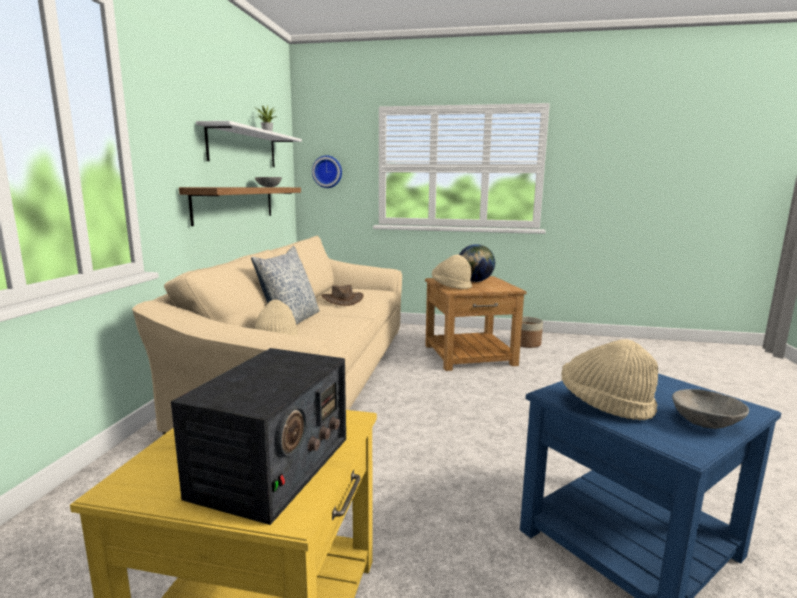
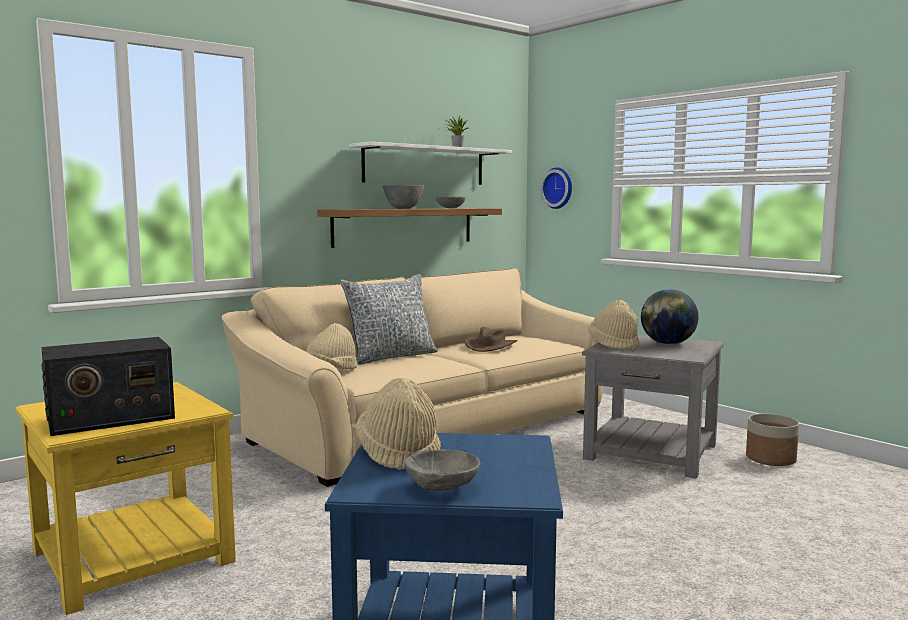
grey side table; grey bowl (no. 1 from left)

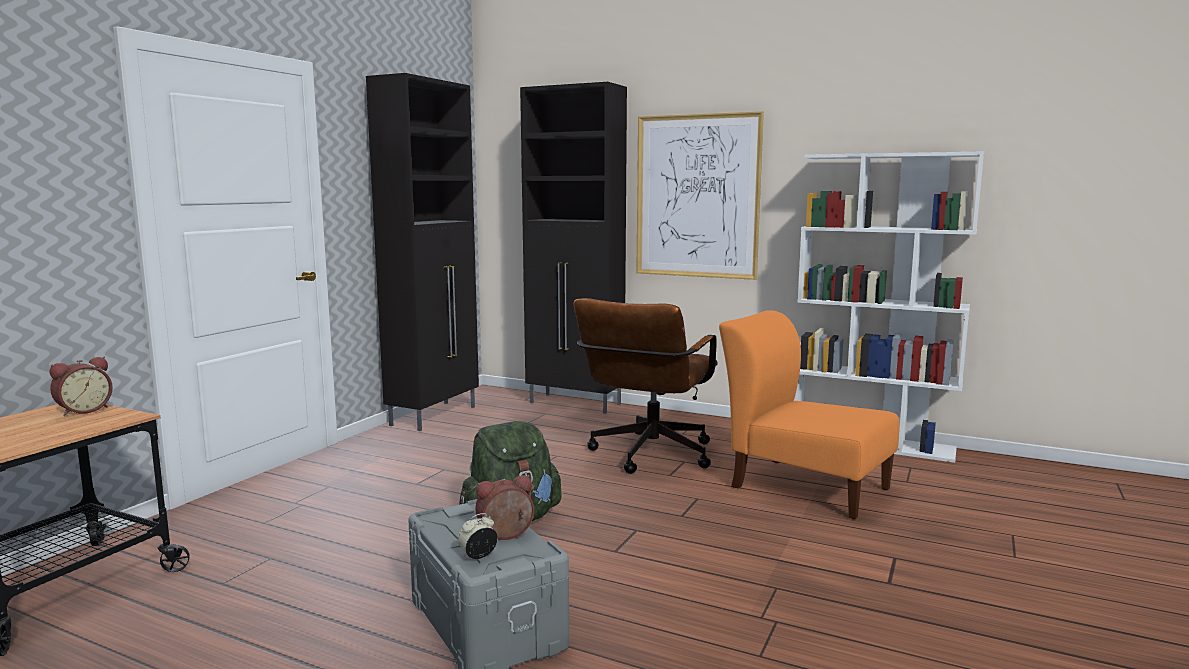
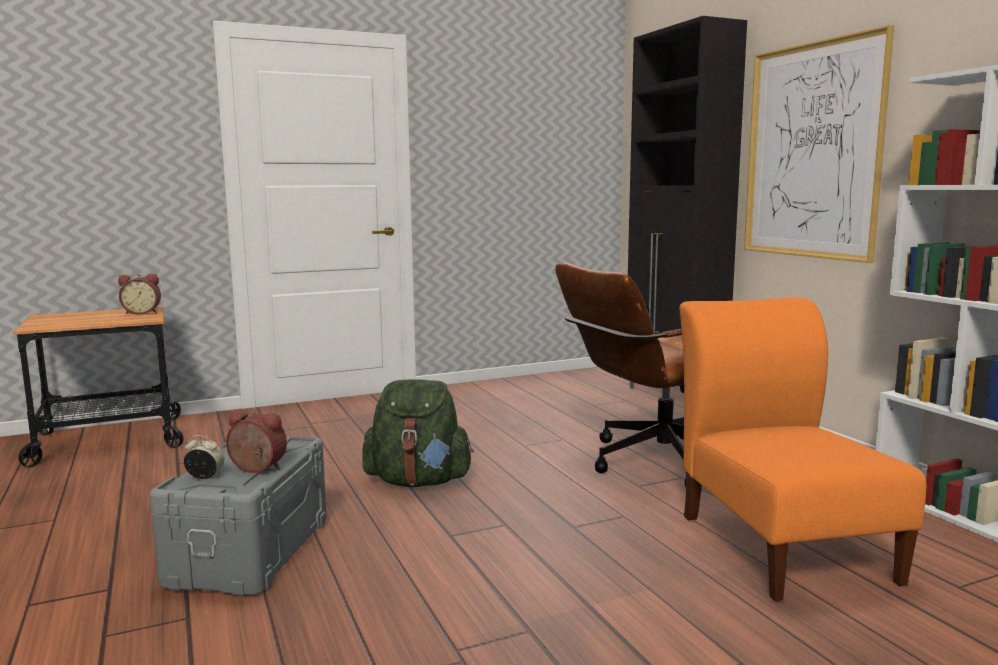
black cabinet (no. 1 from left in the first image)

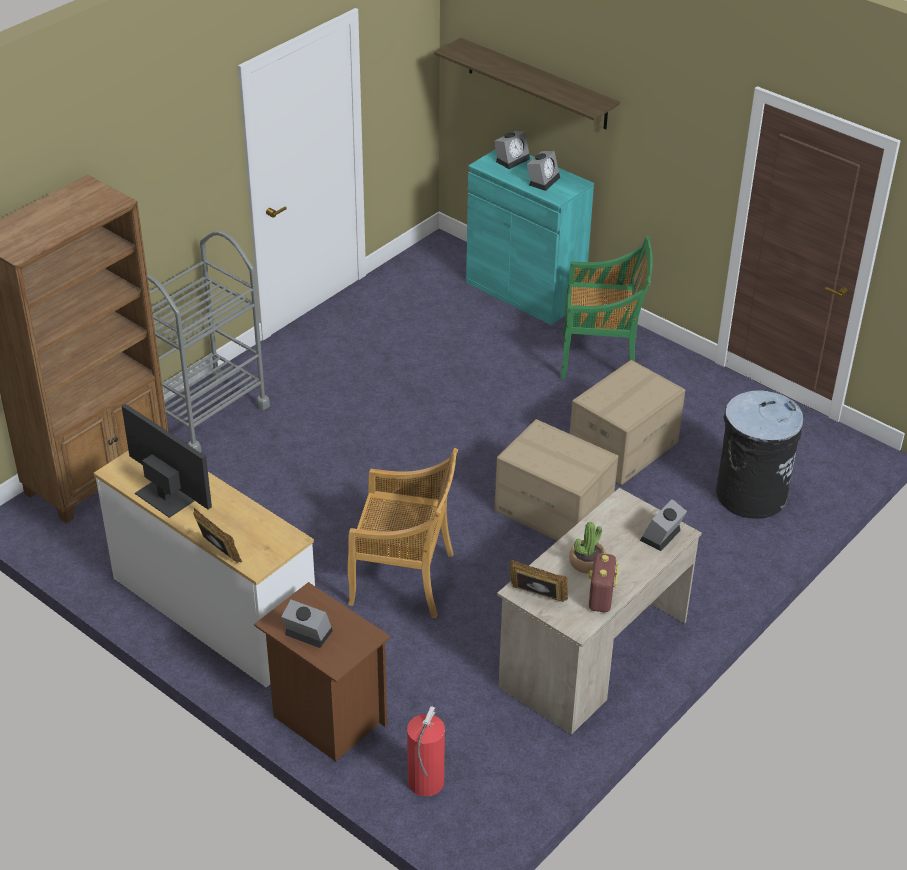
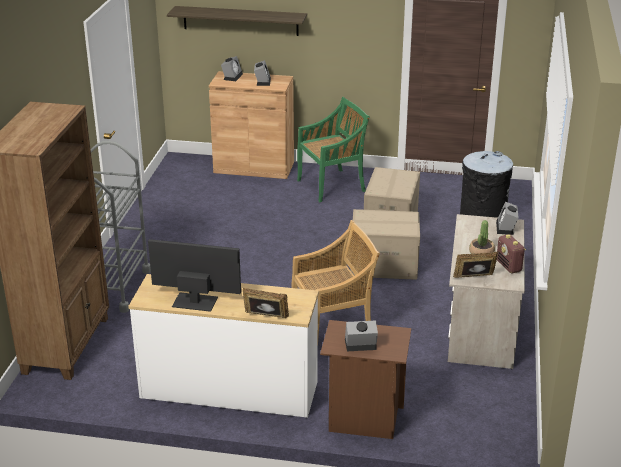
fire extinguisher; brown cabinet

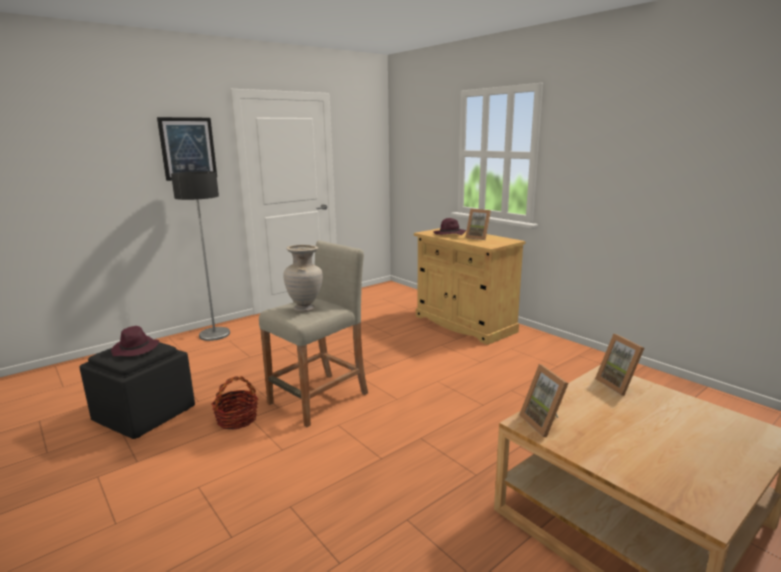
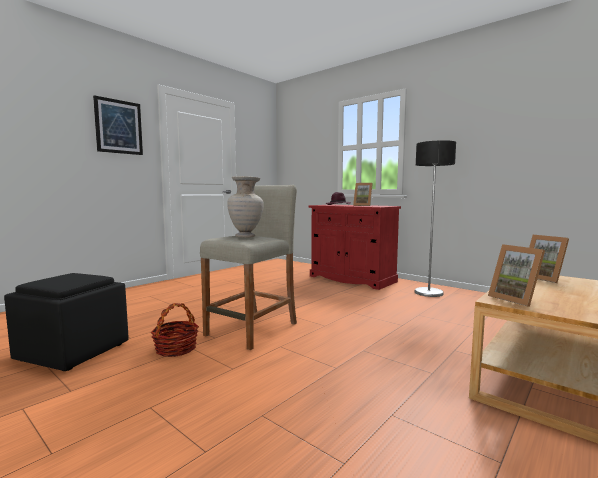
purple hat (no. 1 from left in the first image); floor lamp; red cabinet

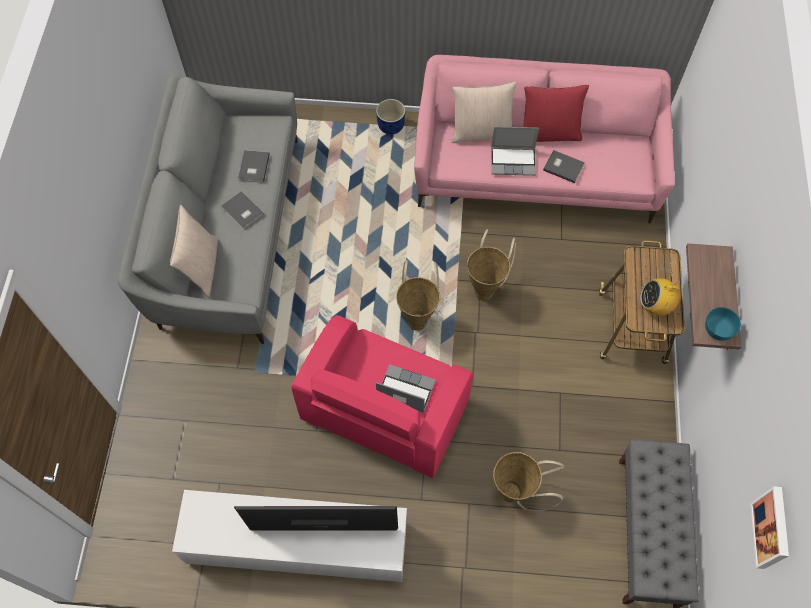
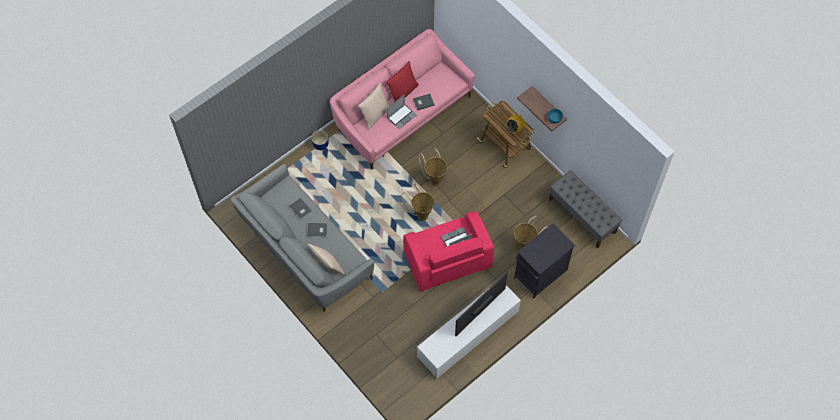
picture; black cabinet

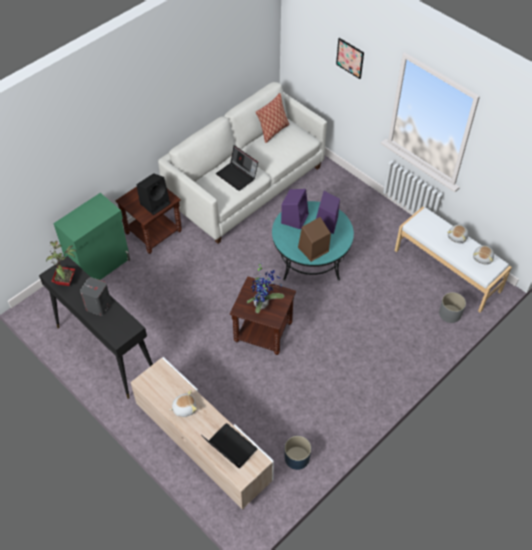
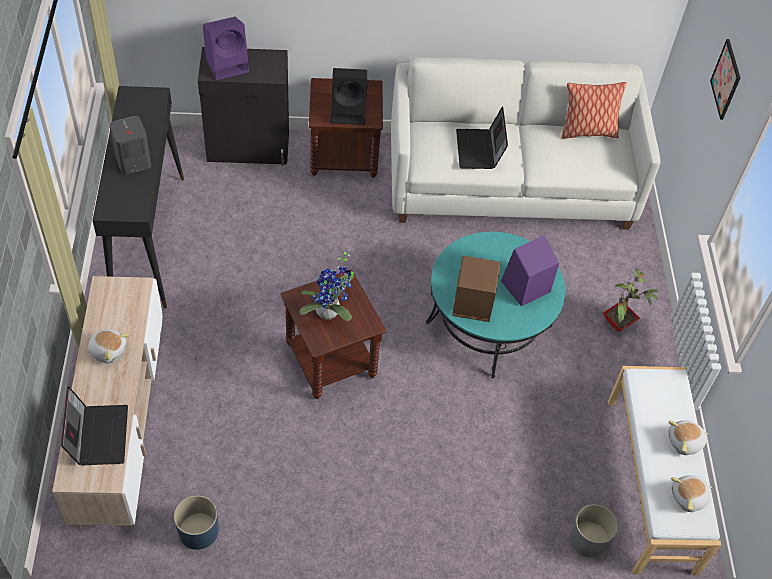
potted plant (no. 2 from left); black cabinet; purple speaker (no. 1 from left)

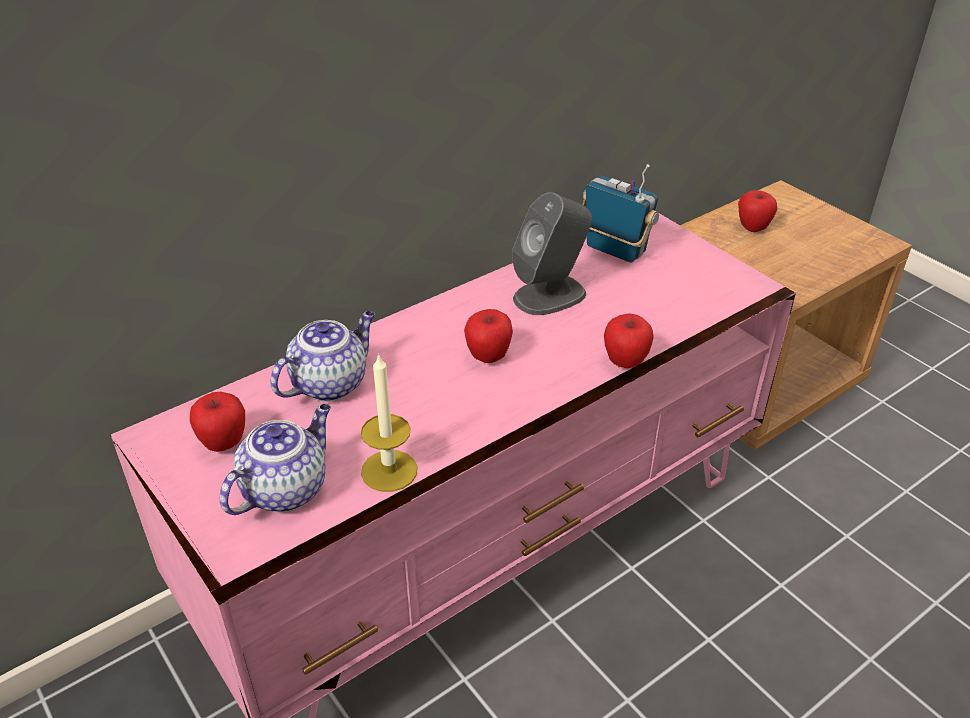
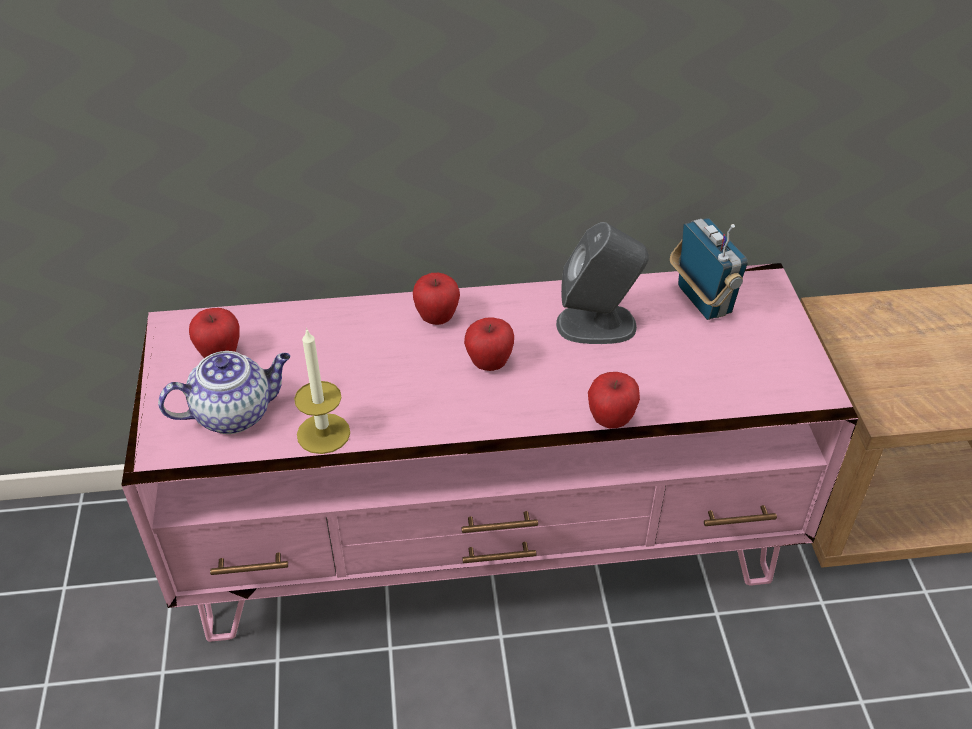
teapot (no. 2 from left in the first image); apple (no. 2 from left)

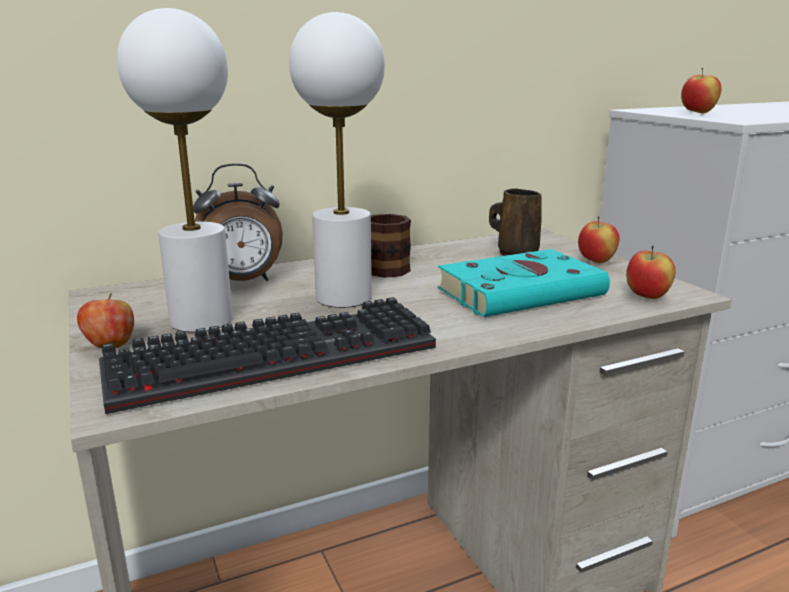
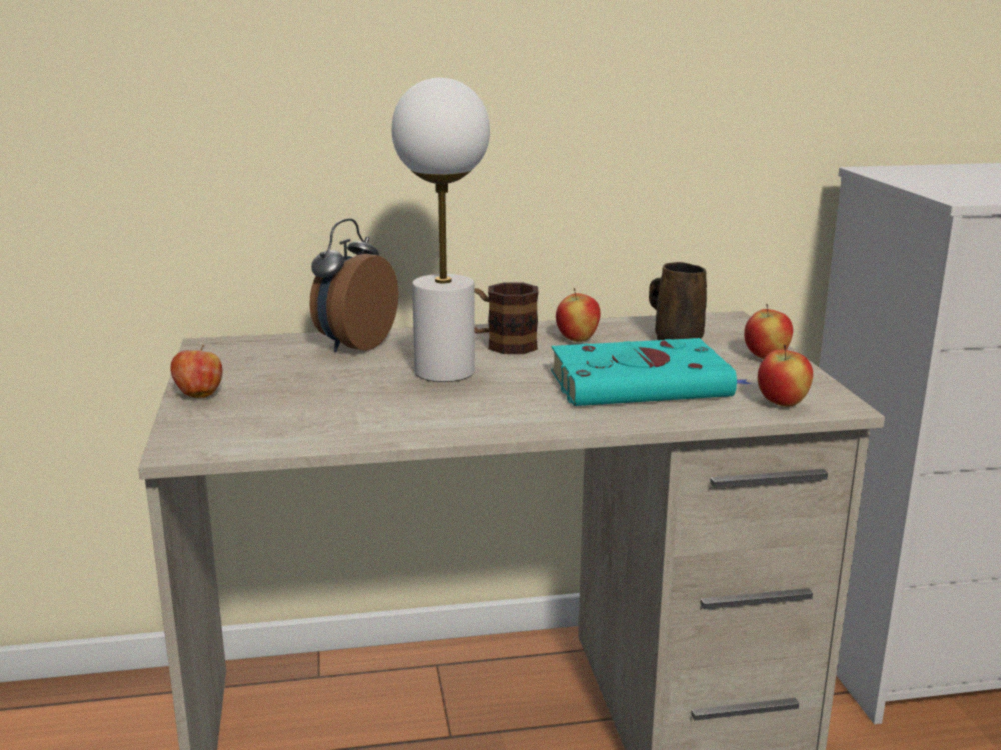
keyboard; white table lamp (no. 1 from left in the first image); alarm clock; apple (no. 2 from left)

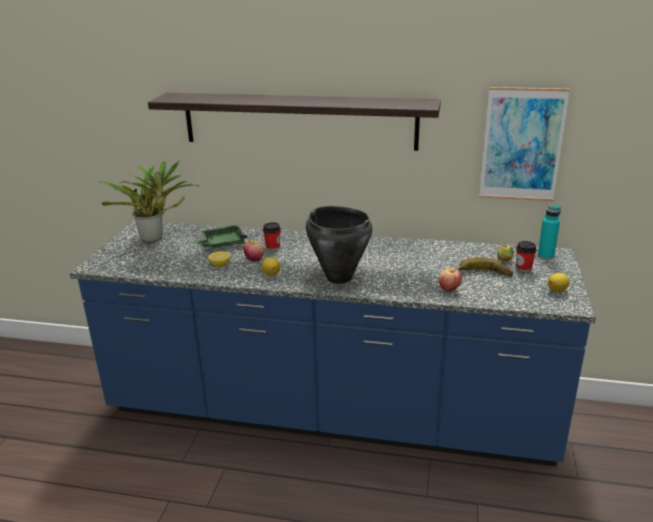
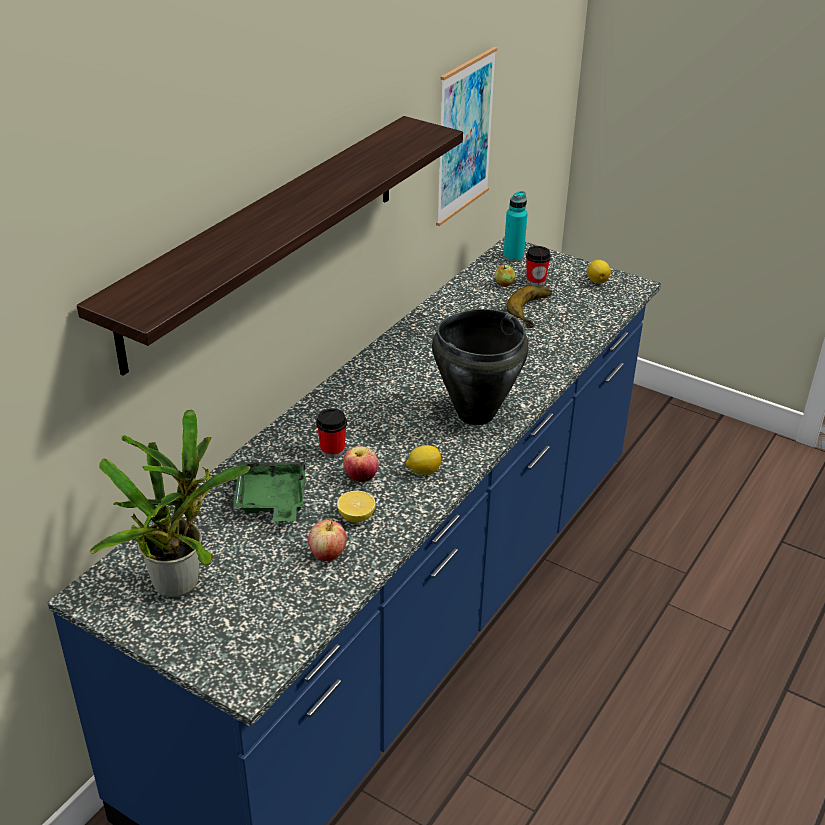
apple (no. 1 from left)

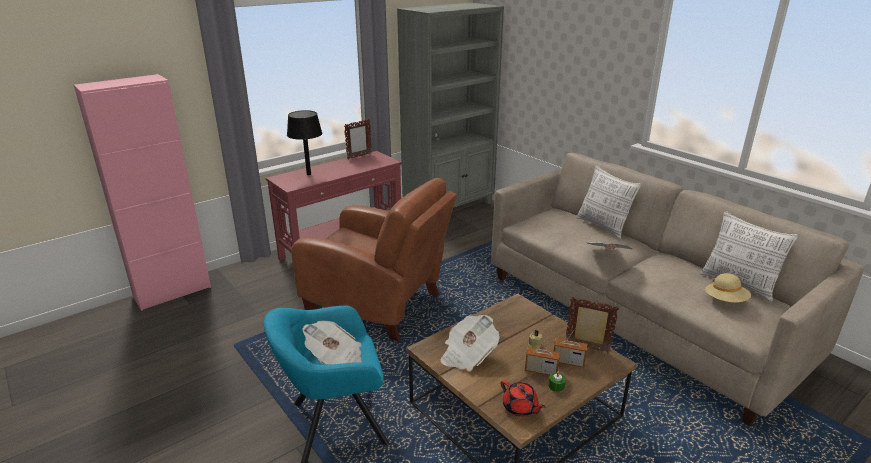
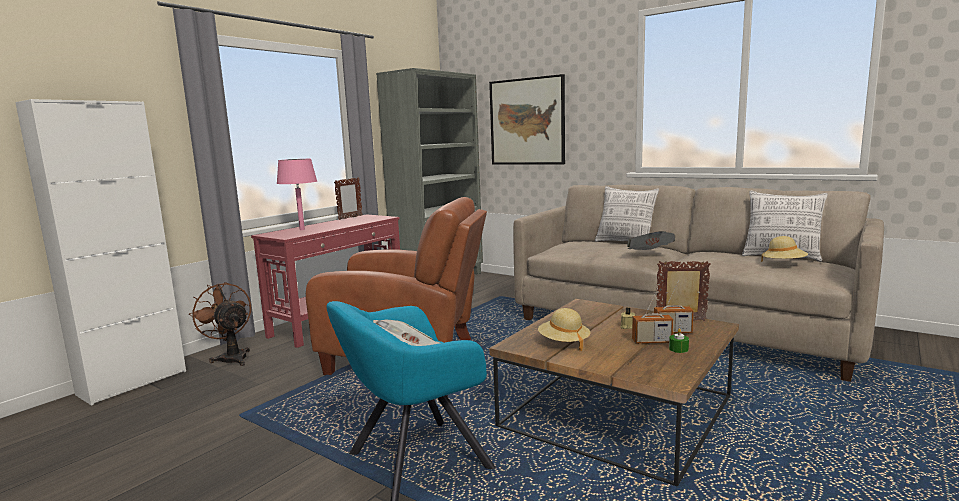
white cabinet; pink table lamp; beige hat (no. 1 from left); red teapot; brown fan; picture

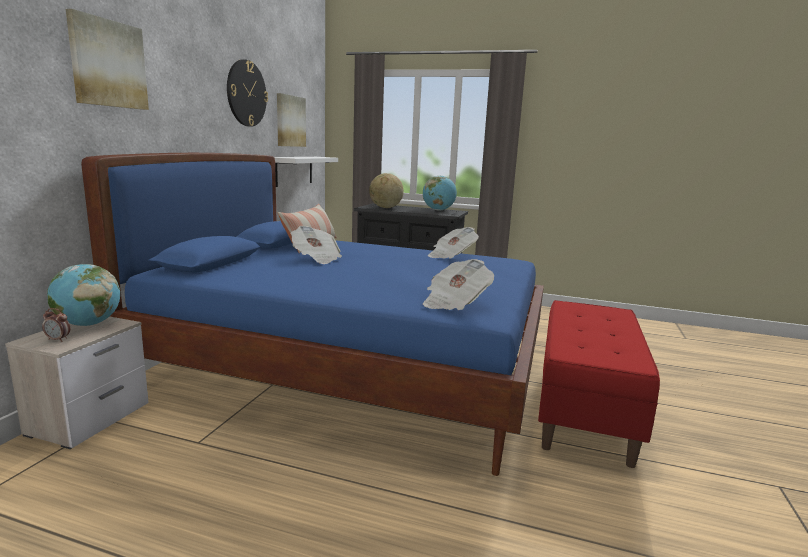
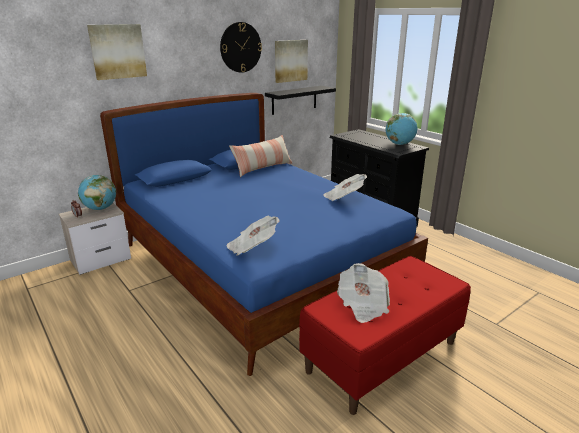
black shelf; newspaper (no. 3 from left); globe (no. 2 from left in the first image)

